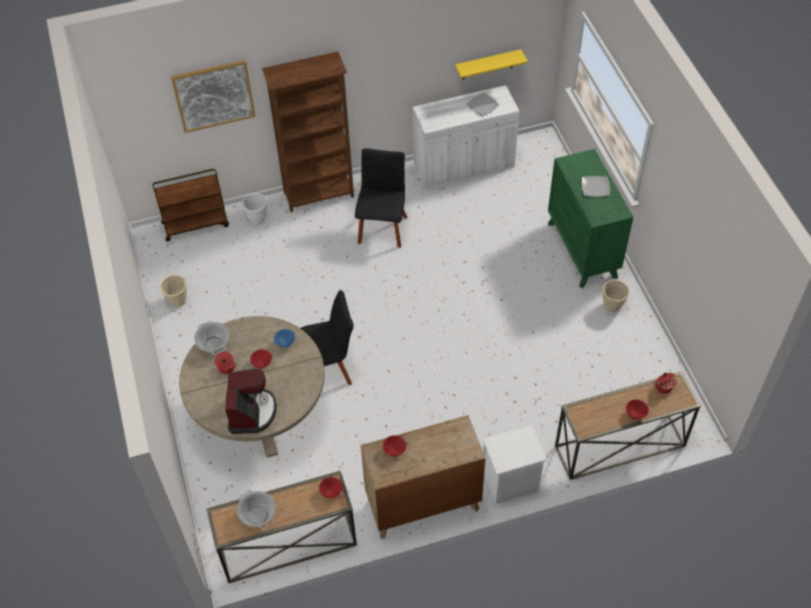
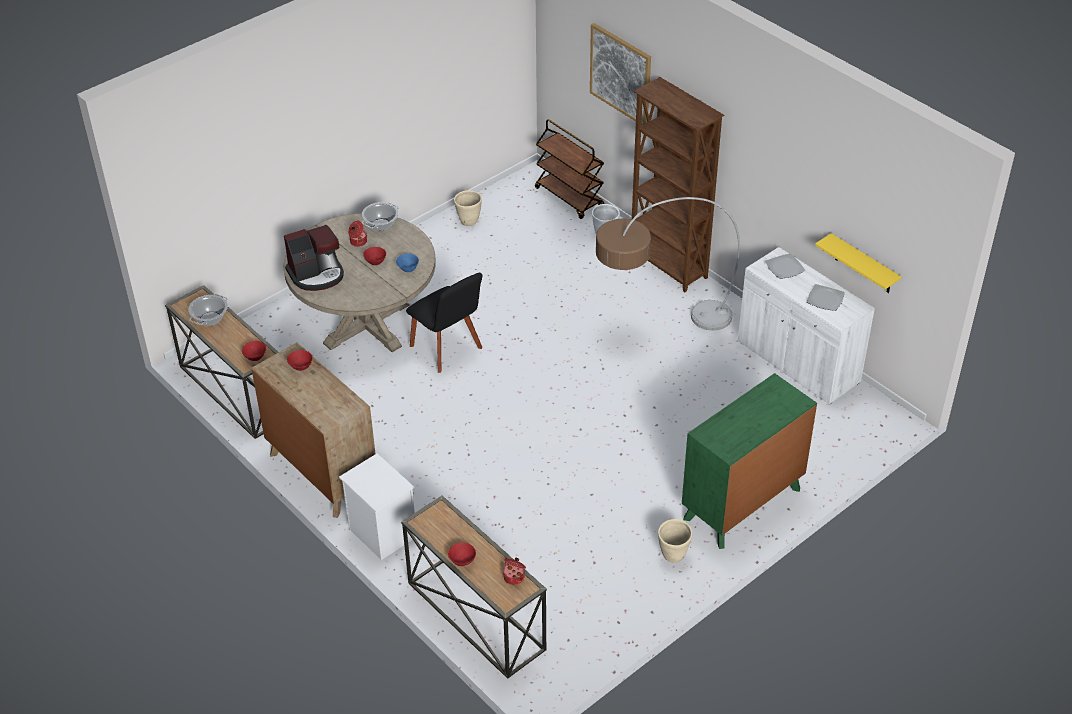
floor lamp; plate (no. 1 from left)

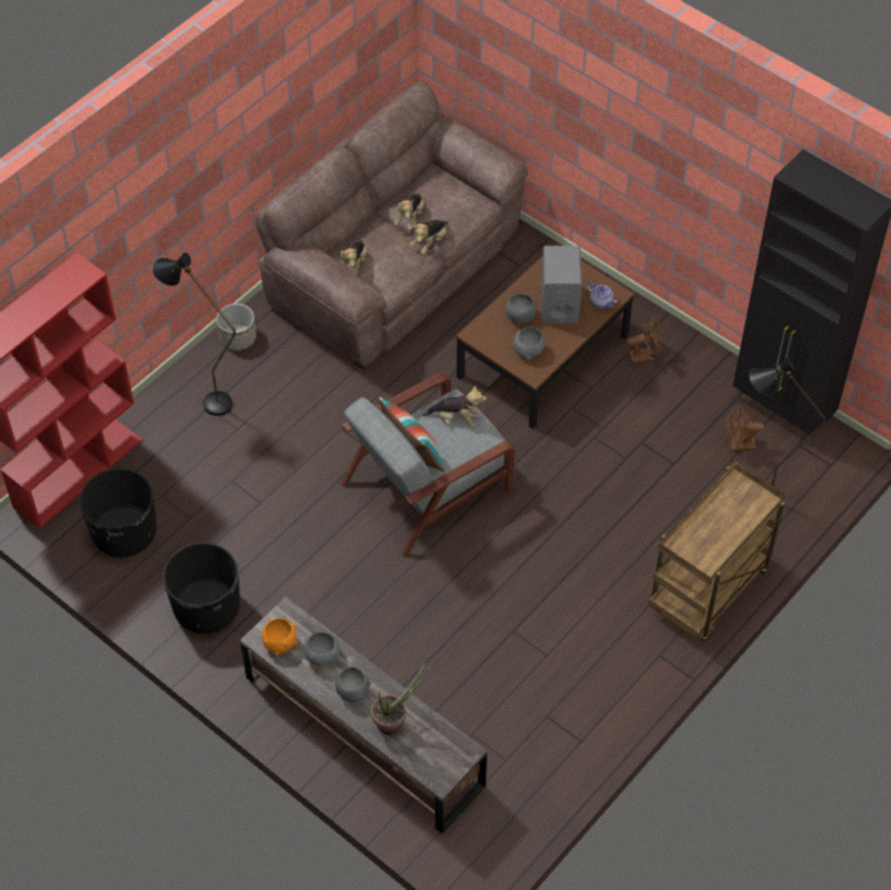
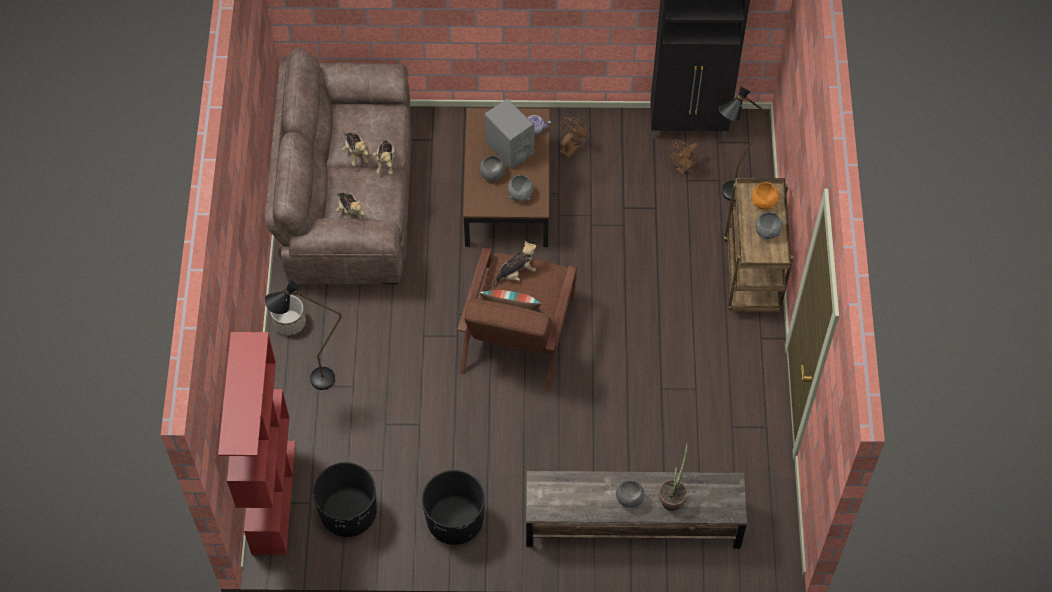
orange bowl; grey bowl (no. 4 from left); brown armchair

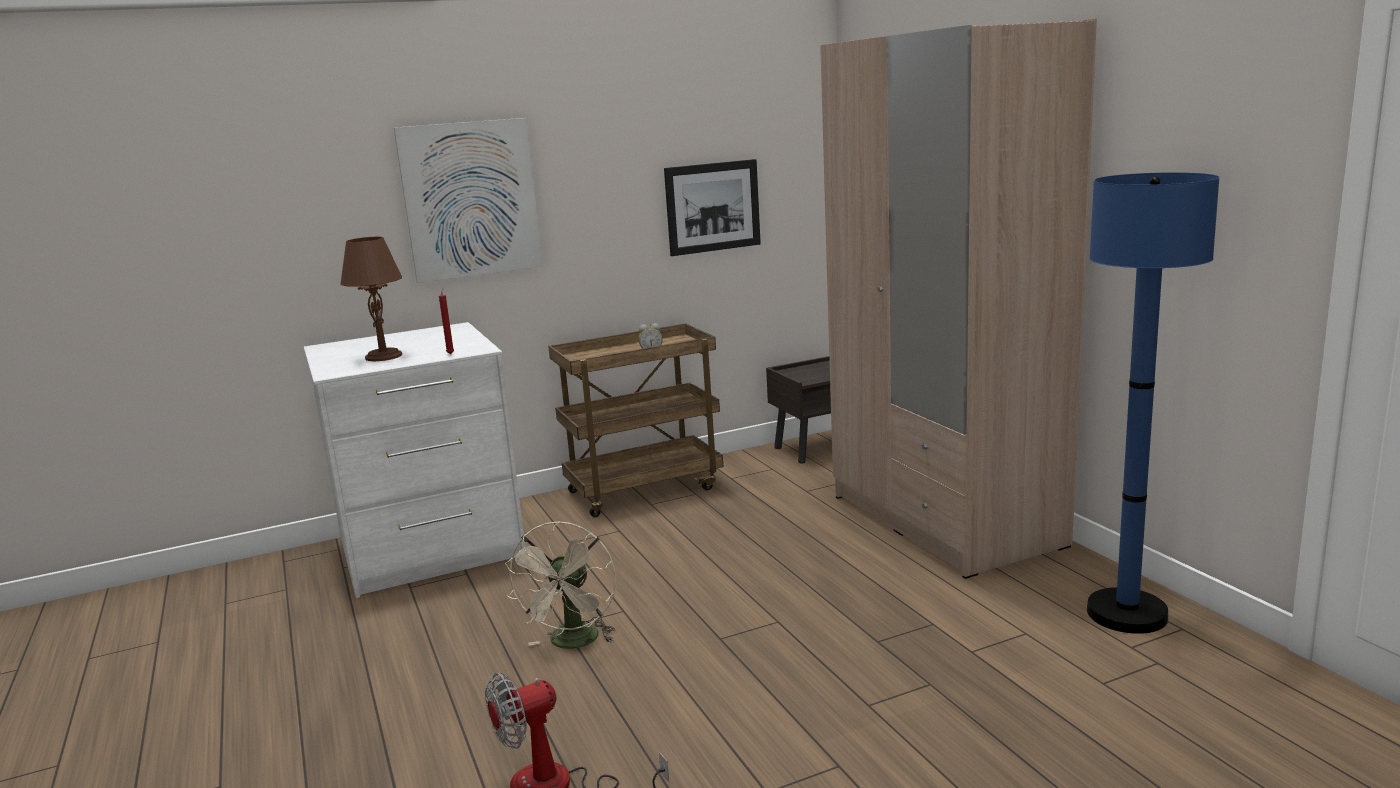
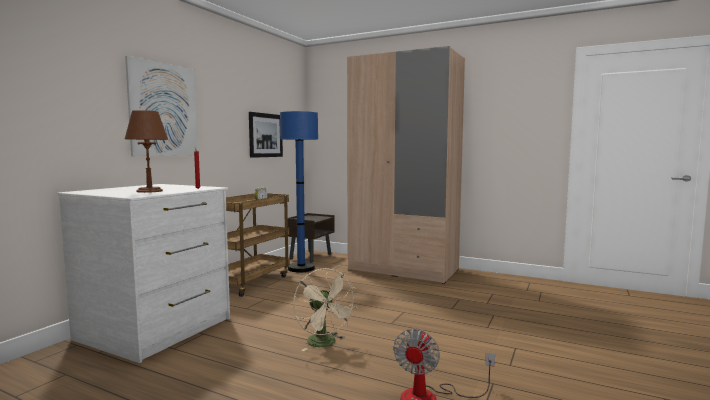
blue floor lamp

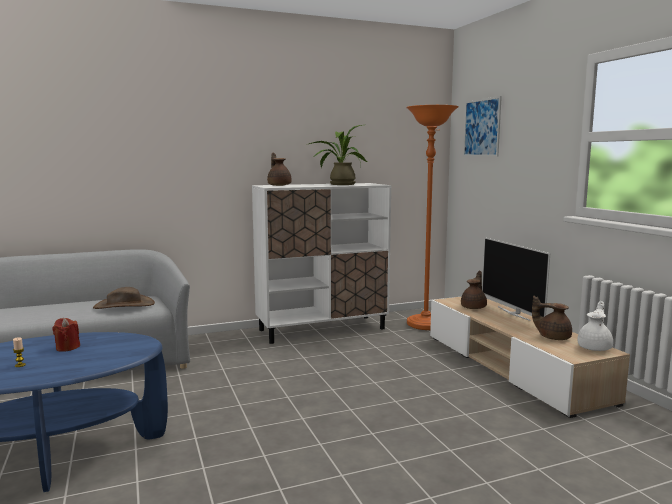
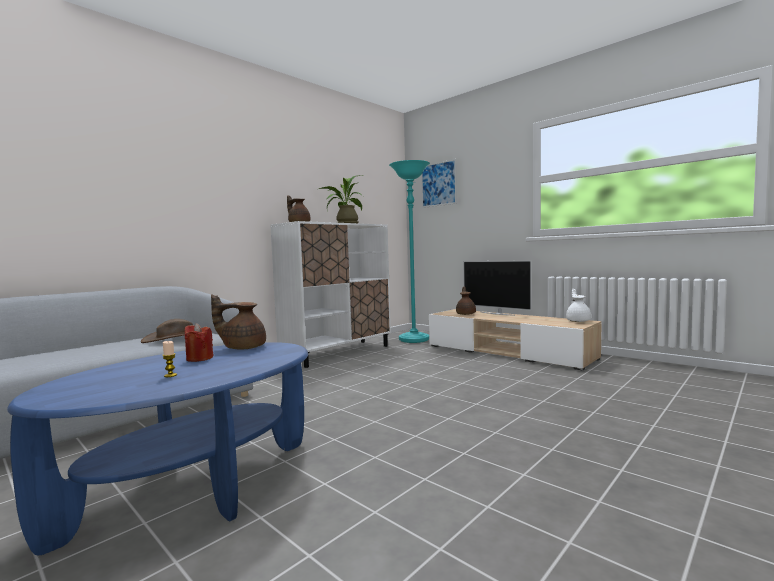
turquoise floor lamp; brown teapot (no. 1 from left)

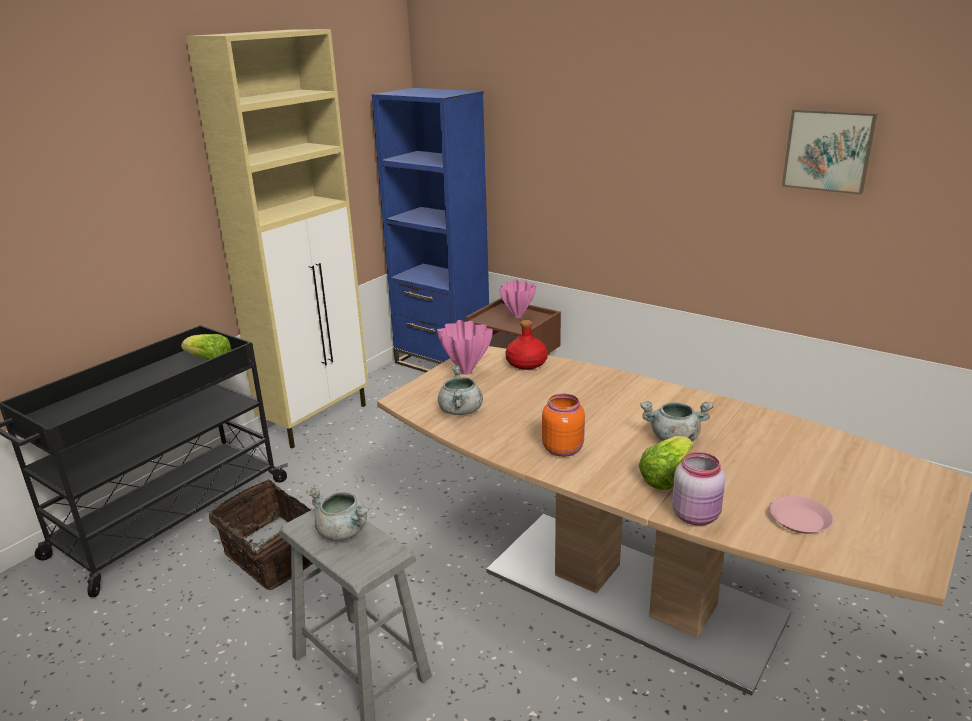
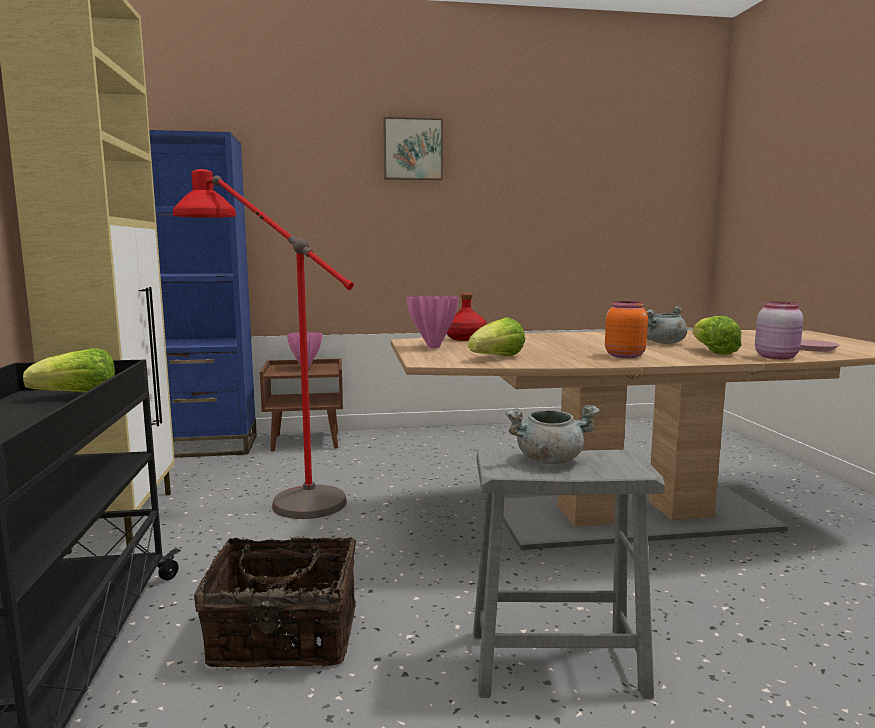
lettuce (no. 2 from left); picture; red floor lamp

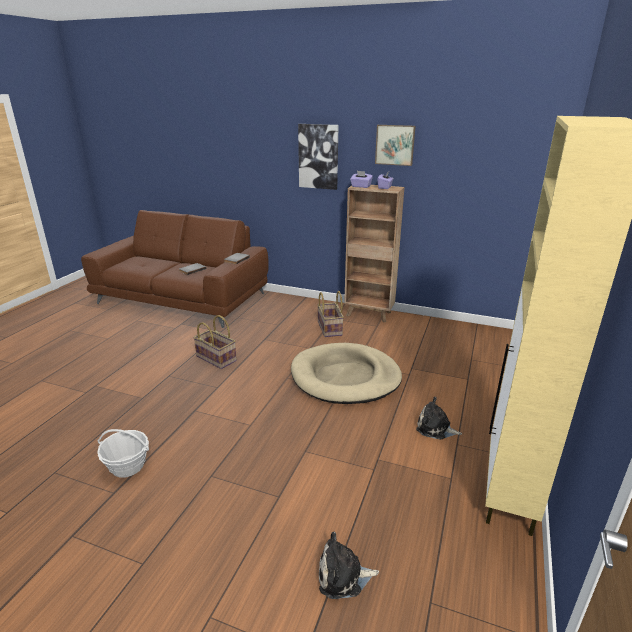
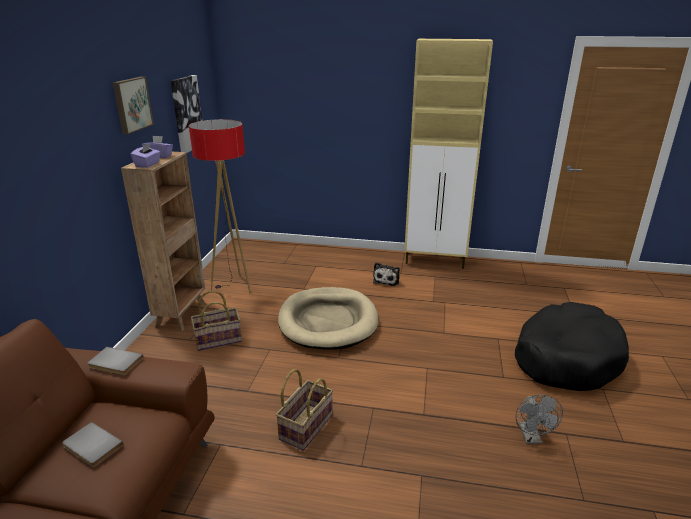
grey fan; picture (no. 2 from left); plush toy (no. 1 from left in the first image); floor lamp; black dog bed

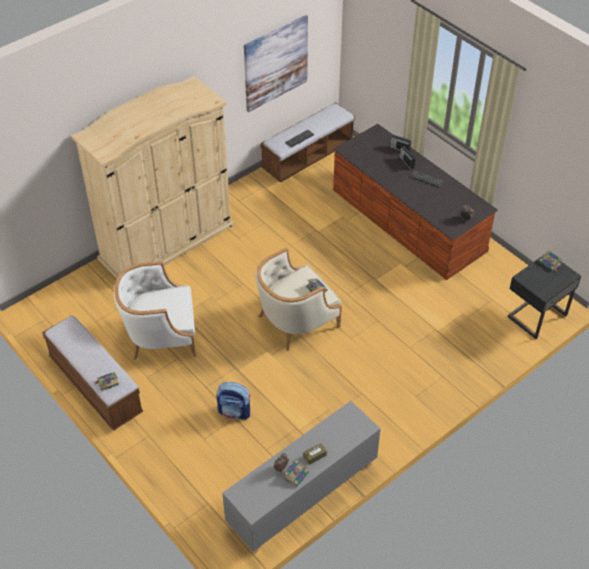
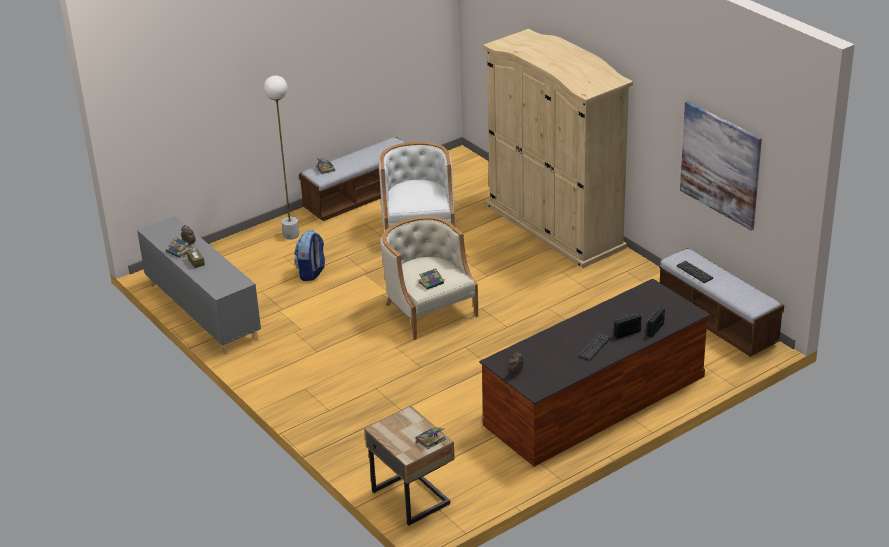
beige nightstand; white floor lamp

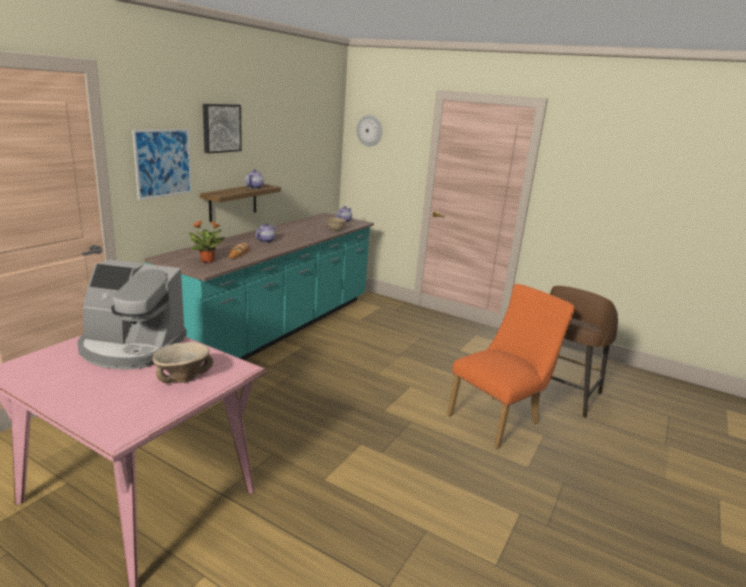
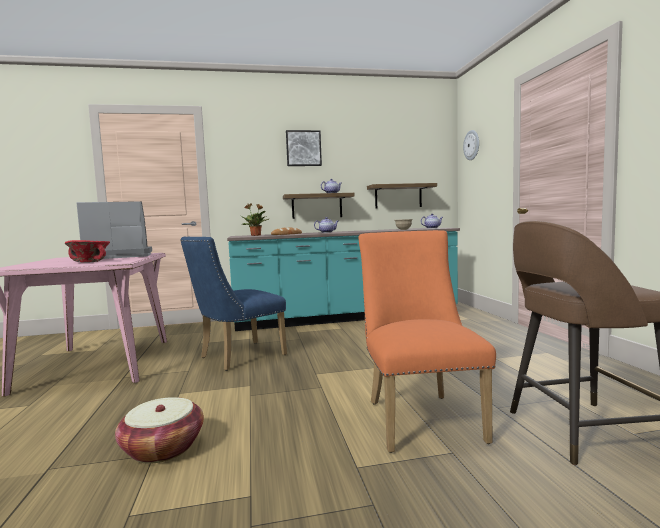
coffee machine; picture (no. 1 from left in the first image); red bowl; orange chair; basket; blue chair; shelf (no. 2 from left)

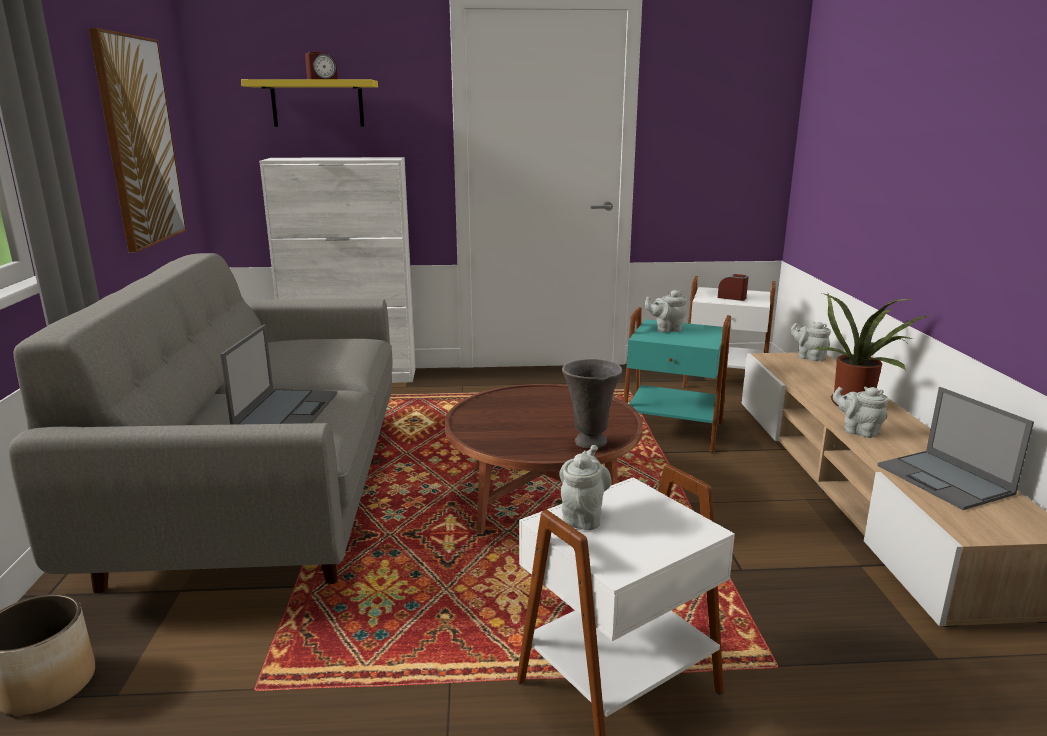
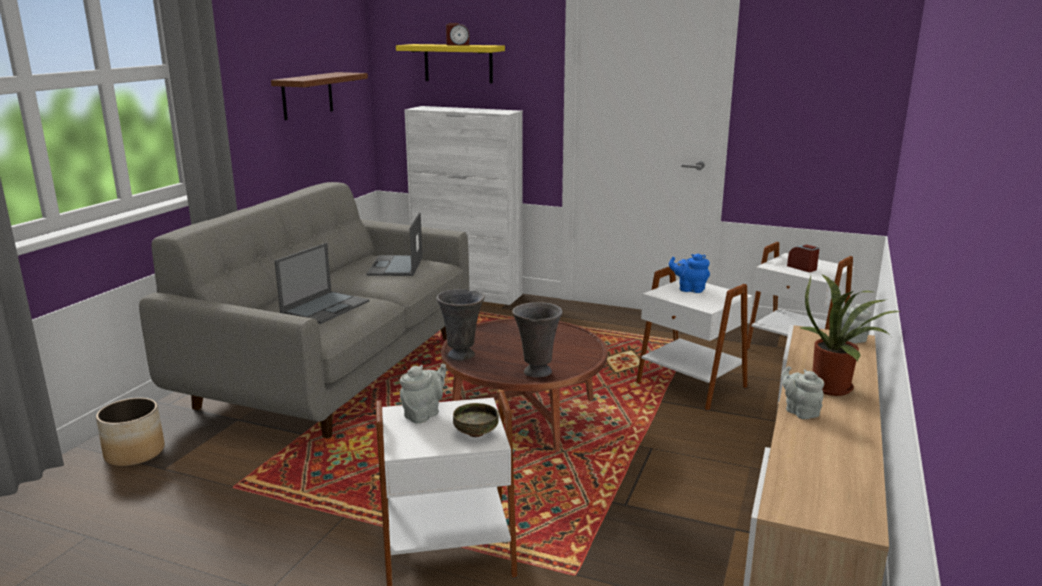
brown shelf; white side table (no. 2 from left); blue teapot; laptop (no. 2 from left); grey vase (no. 1 from left); bowl

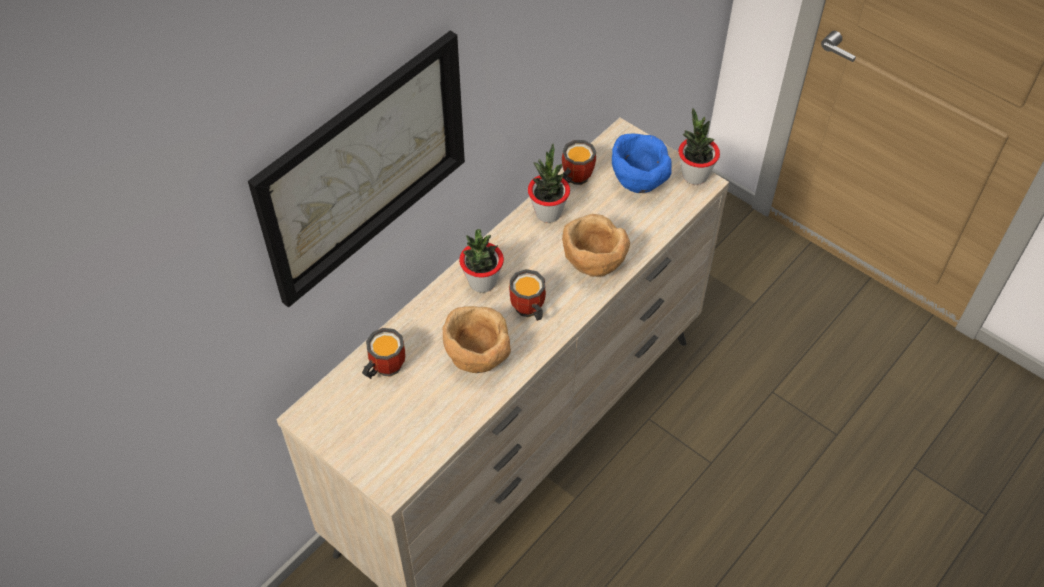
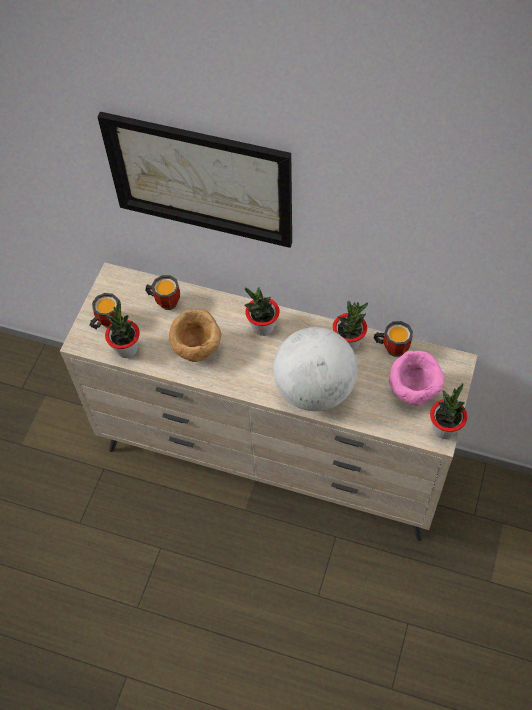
mug (no. 1 from left); globe; pink bowl; potted plant (no. 1 from left)

